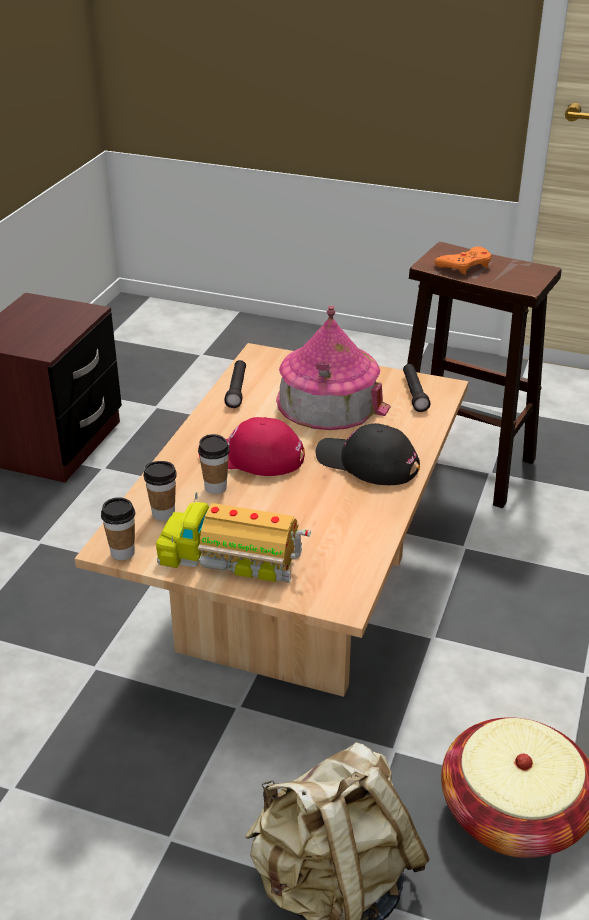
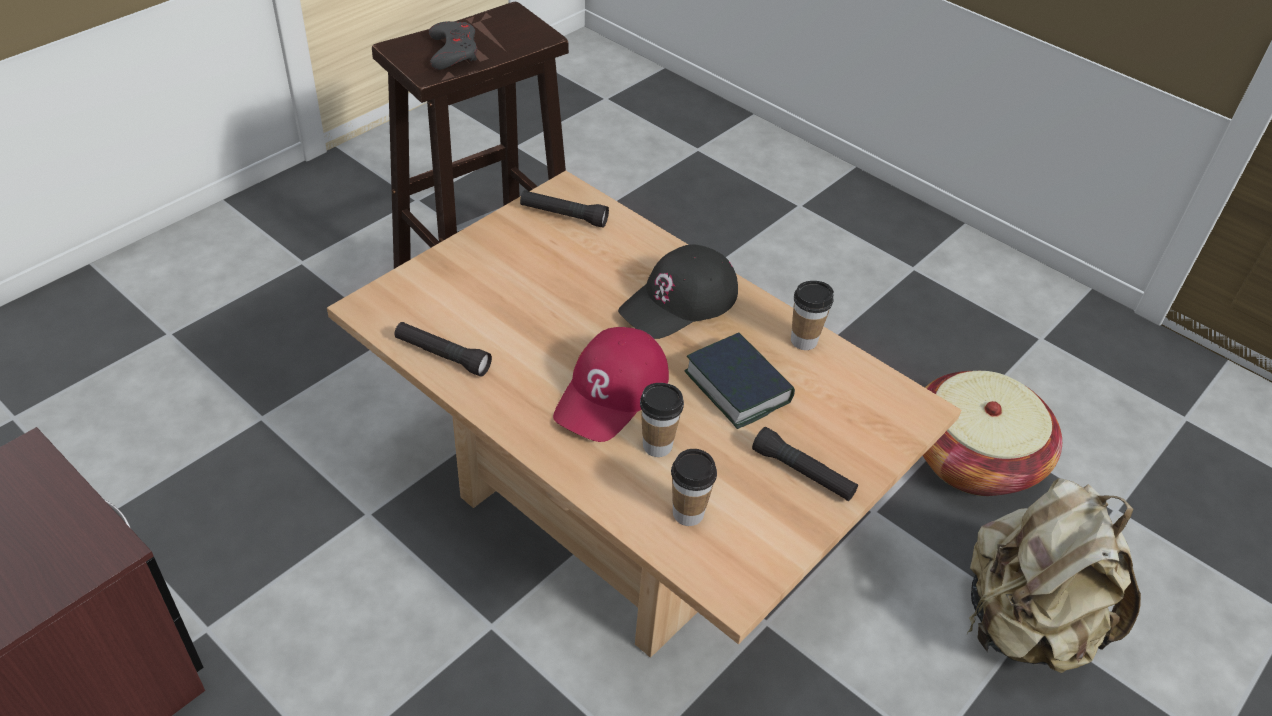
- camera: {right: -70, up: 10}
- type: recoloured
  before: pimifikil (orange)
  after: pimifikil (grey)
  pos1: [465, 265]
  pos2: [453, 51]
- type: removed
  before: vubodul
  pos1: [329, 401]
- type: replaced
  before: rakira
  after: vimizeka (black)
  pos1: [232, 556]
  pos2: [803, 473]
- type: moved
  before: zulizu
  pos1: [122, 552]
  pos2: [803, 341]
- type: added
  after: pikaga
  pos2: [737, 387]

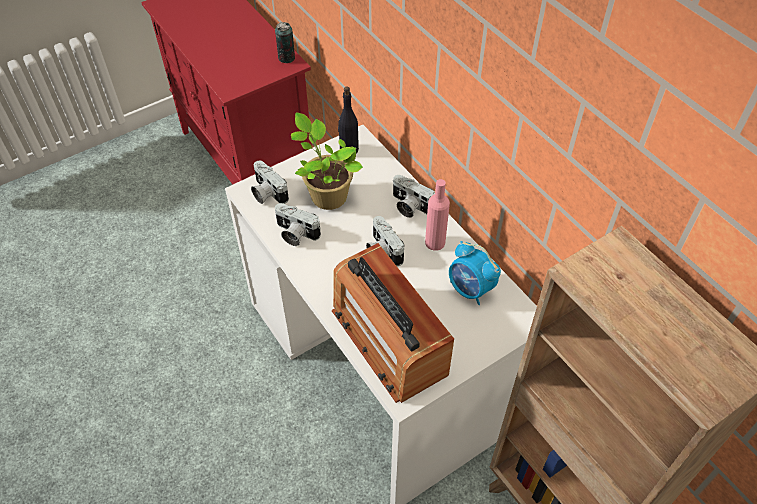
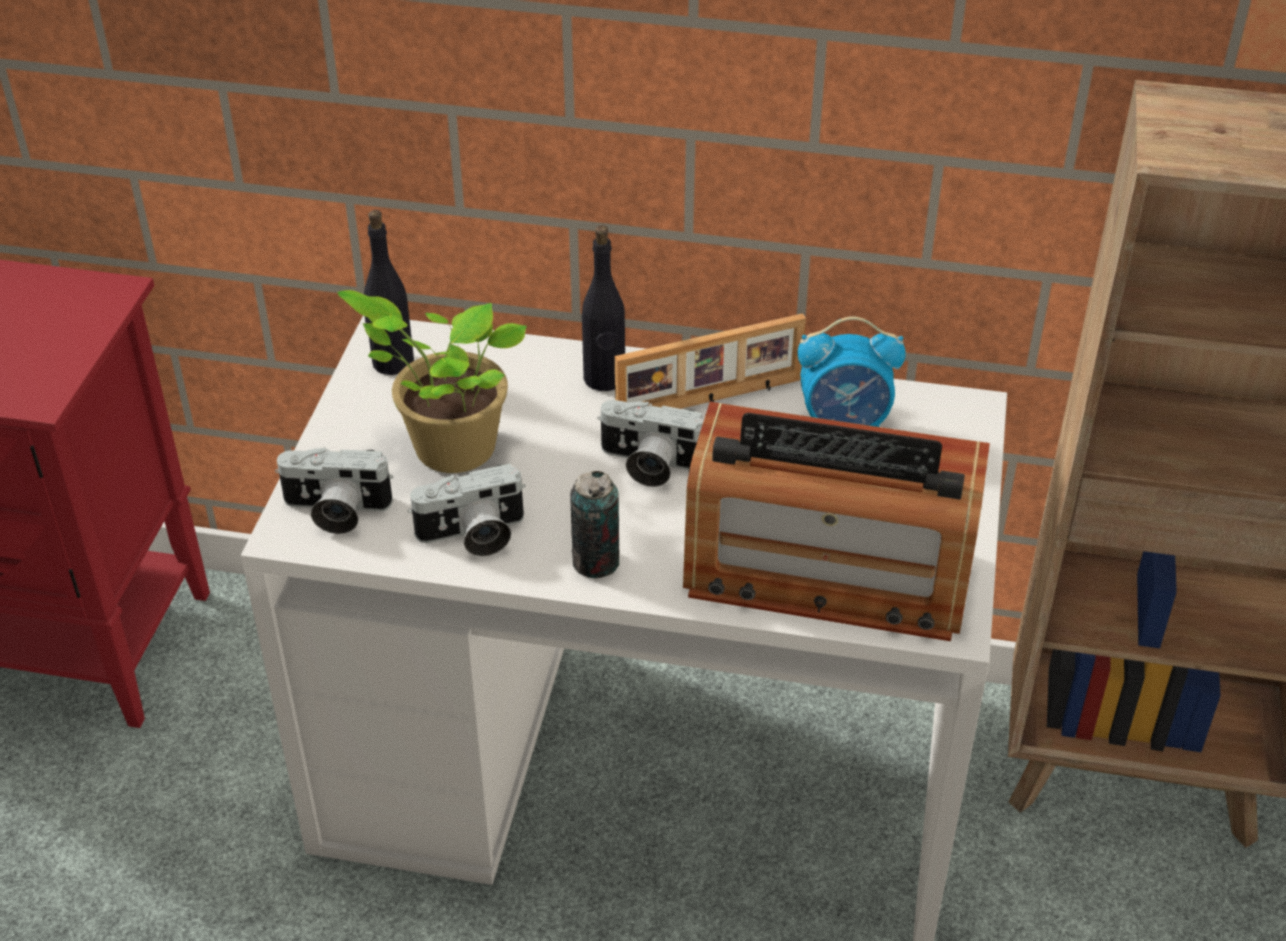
- camera: {right: -45, up: -10}
- type: moved
  before: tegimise
  pos1: [286, 58]
  pos2: [596, 562]
- type: replaced
  before: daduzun
  after: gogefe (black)
  pos1: [409, 206]
  pos2: [604, 379]
- type: replaced
  before: gogefe (pink)
  after: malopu
  pos1: [435, 242]
  pos2: [710, 401]

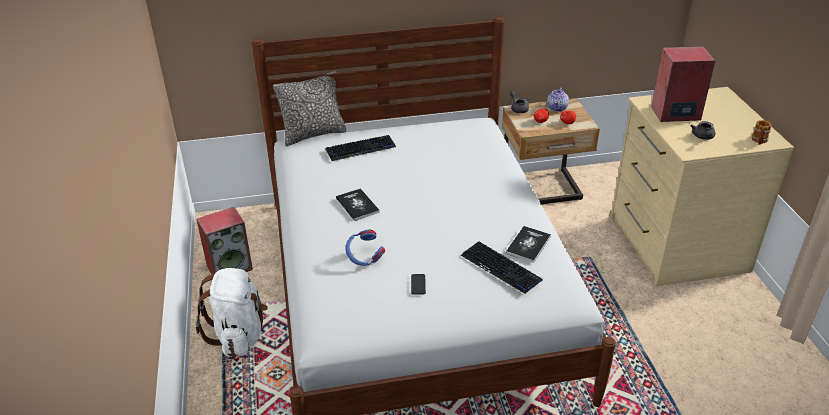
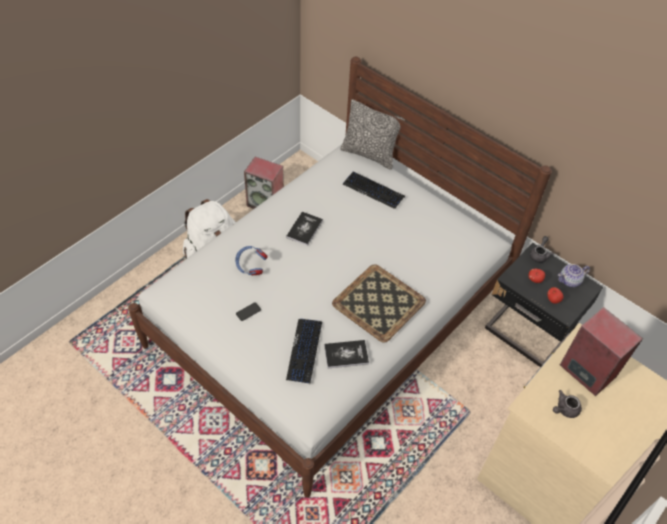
- camera: {right: 50, up: 15}
- type: recoloured
  before: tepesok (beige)
  after: tepesok (black)
  pos1: [542, 190]
  pos2: [526, 334]
- type: removed
  before: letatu
  pos1: [759, 141]
- type: added
  after: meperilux
  pos2: [379, 303]

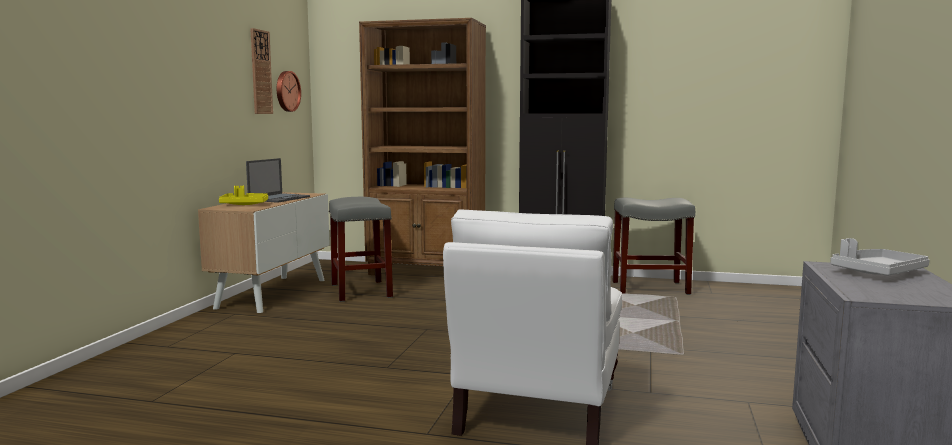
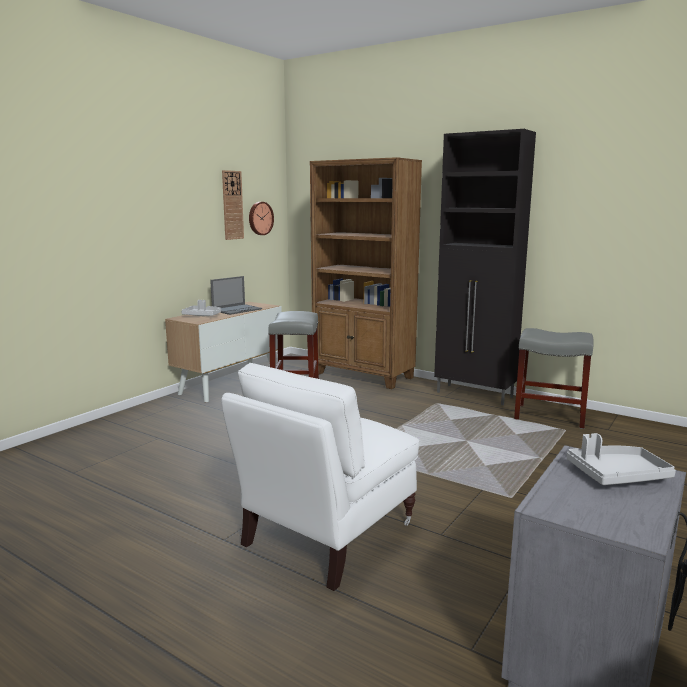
- camera: {right: 20, up: 5}
- type: recoloured
  before: meperilux (yellow)
  after: meperilux (grey)
  pos1: [244, 204]
  pos2: [202, 315]

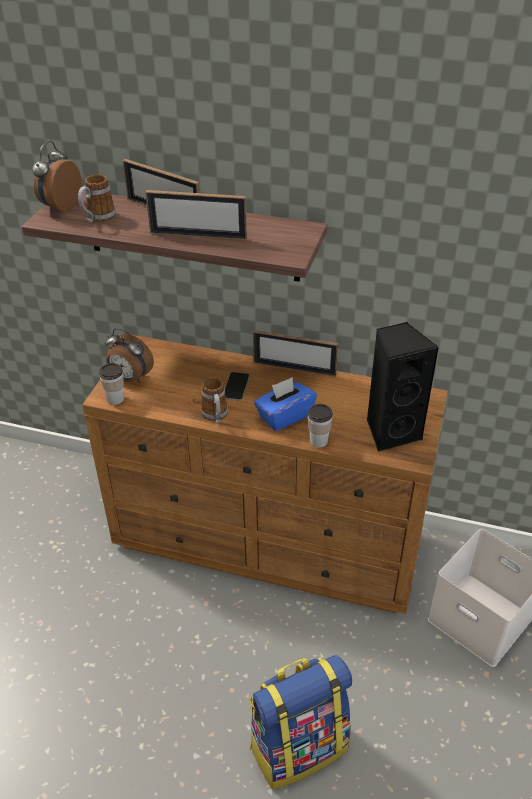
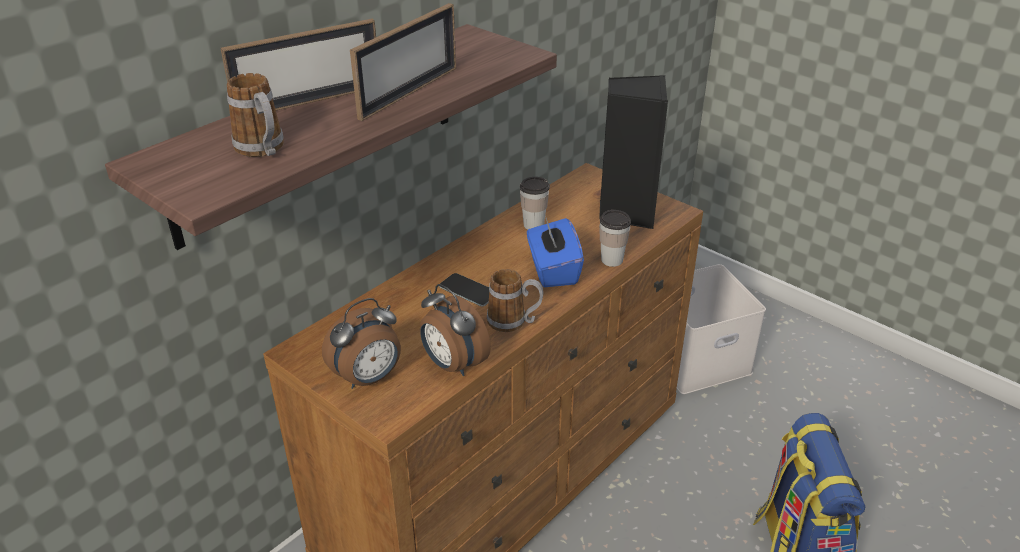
- camera: {right: -65, up: -5}
- type: moved
  before: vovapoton
  pos1: [60, 207]
  pos2: [452, 365]
- type: removed
  before: malopu
  pos1: [294, 368]
- type: moved
  before: zulizu
  pos1: [115, 399]
  pos2: [533, 225]

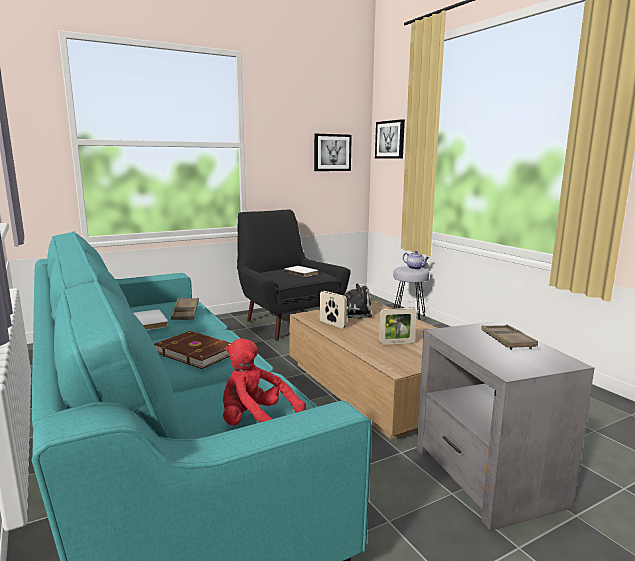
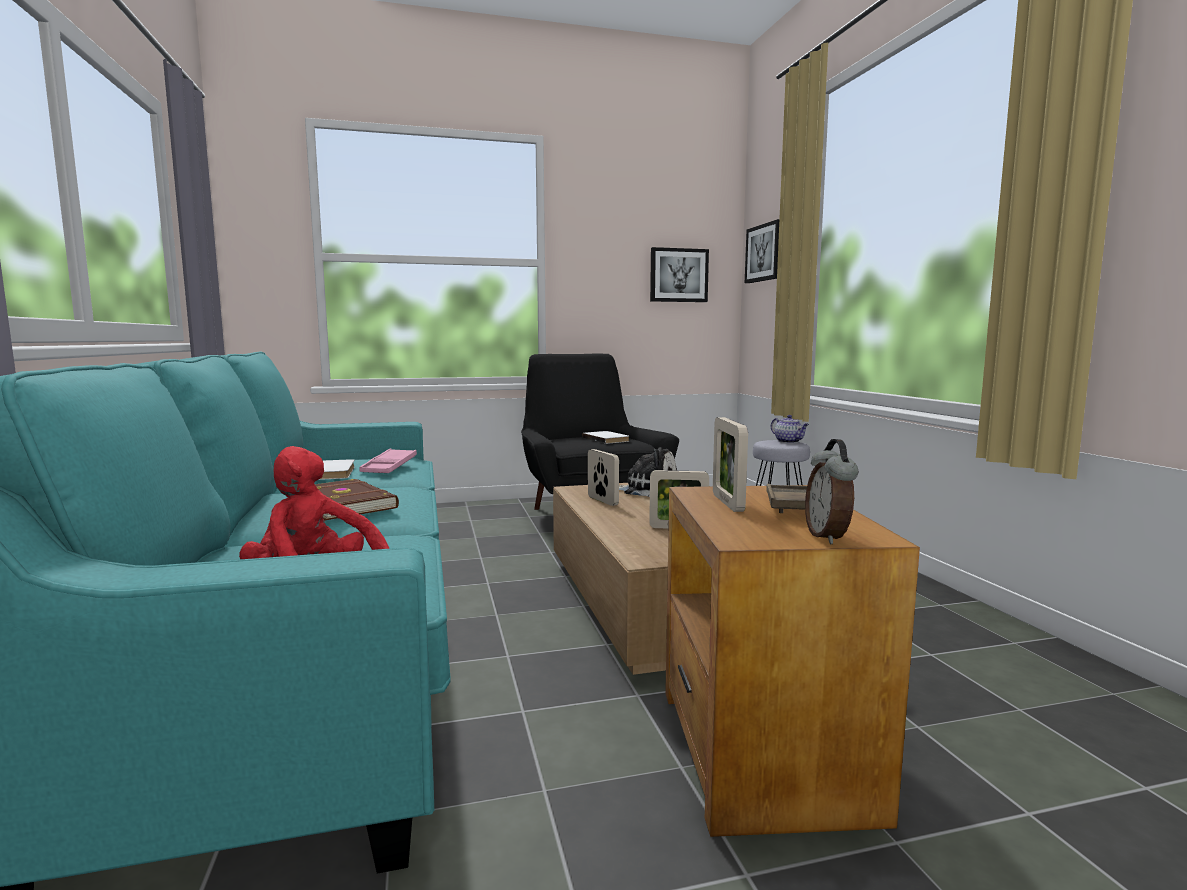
- camera: {right: 15, up: -5}
- type: recoloured
  before: meperilux (brown)
  after: meperilux (pink)
  pos1: [185, 312]
  pos2: [389, 466]
- type: recoloured
  before: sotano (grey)
  after: sotano (brown)
  pos1: [487, 477]
  pos2: [761, 752]
- type: added
  after: malopu
  pos2: [727, 503]
- type: added
  after: vovapoton
  pos2: [828, 537]

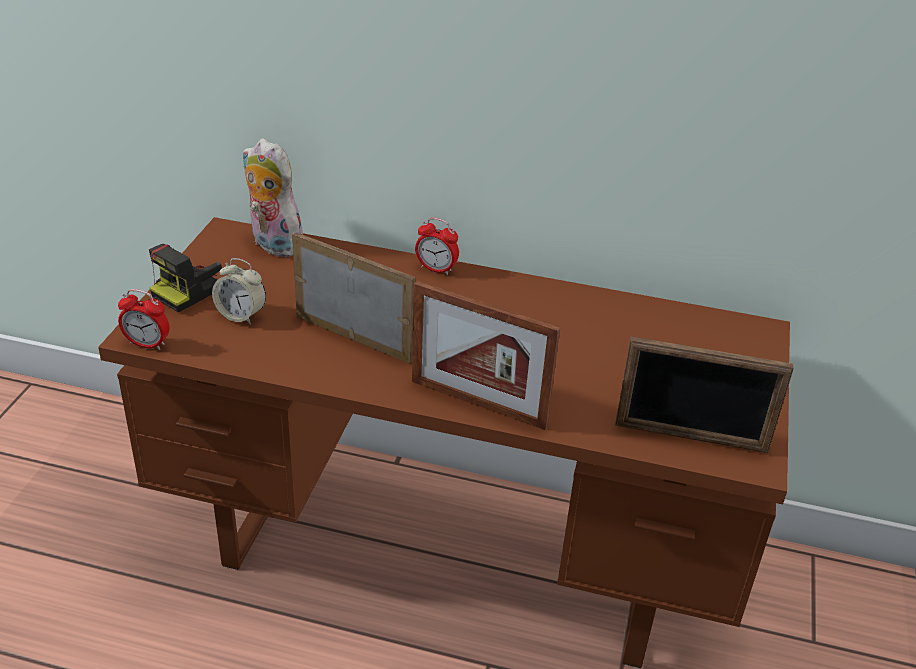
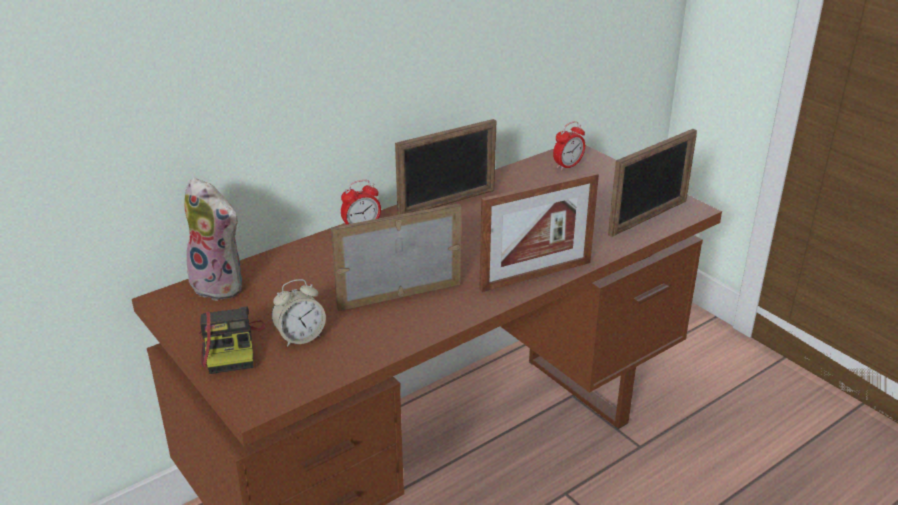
- camera: {right: -50, up: -5}
- type: turned
  before: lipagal
  pos1: [272, 245]
  pos2: [221, 285]
  turn: -135
- type: moved
  before: vovapoton
  pos1: [147, 344]
  pos2: [568, 166]
- type: added
  after: malopu
  pos2: [447, 203]

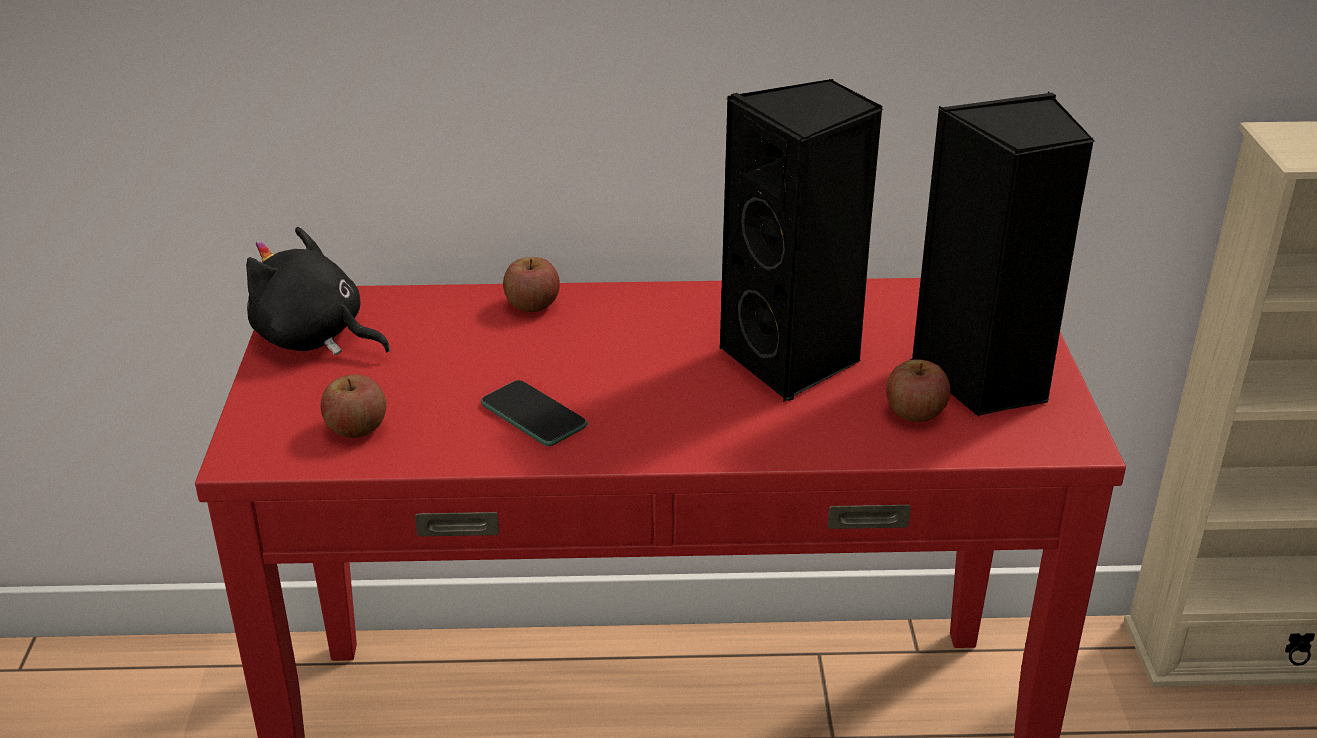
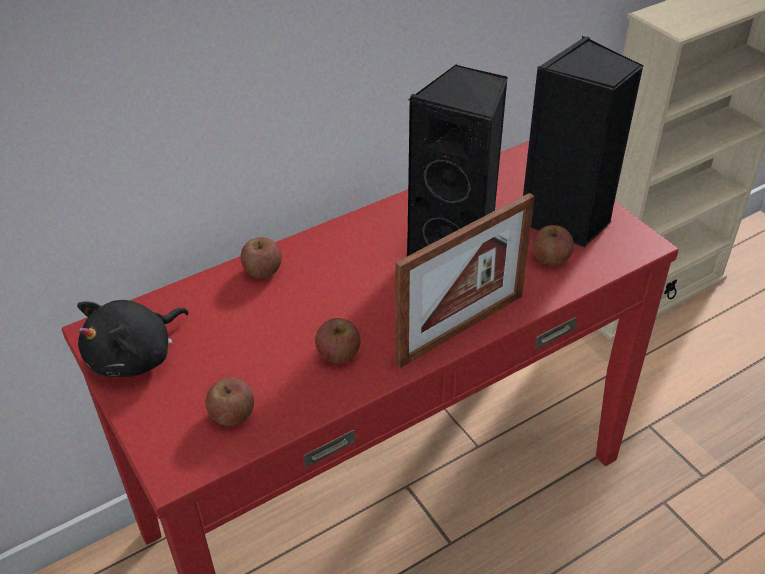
- camera: {right: -30, up: 10}
- type: turned
  before: lipagal (black)
  pos1: [314, 338]
  pos2: [136, 356]
  turn: -45
- type: replaced
  before: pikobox
  after: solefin
  pos1: [533, 415]
  pos2: [338, 354]
- type: added
  after: malopu
  pos2: [461, 329]

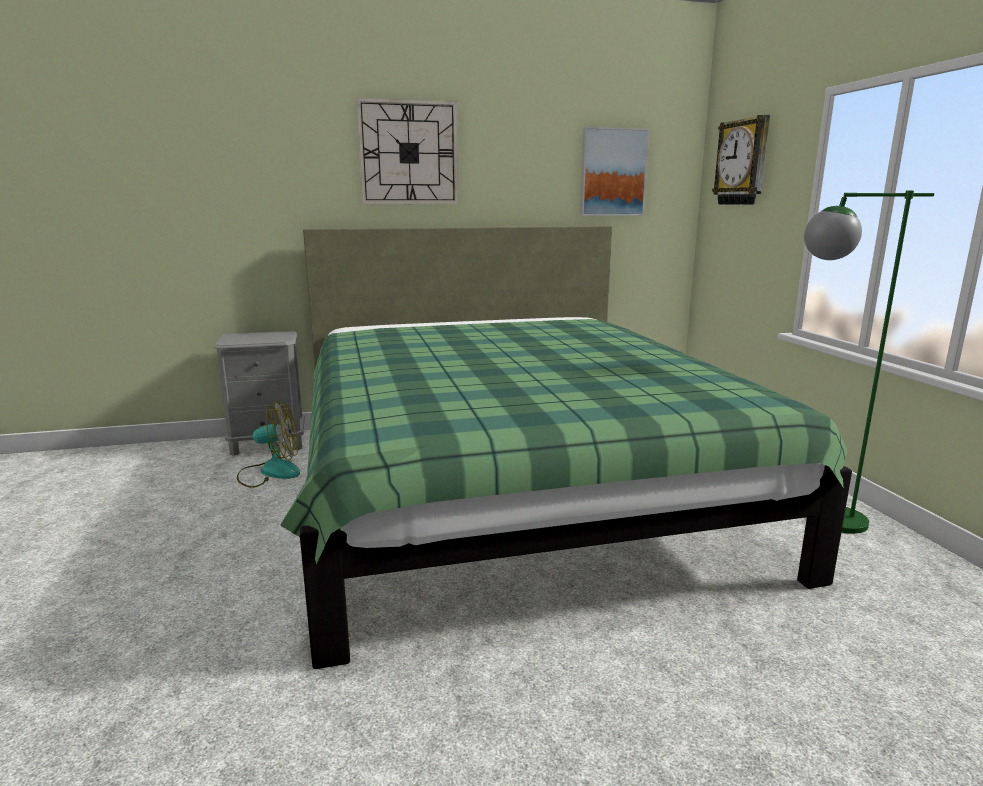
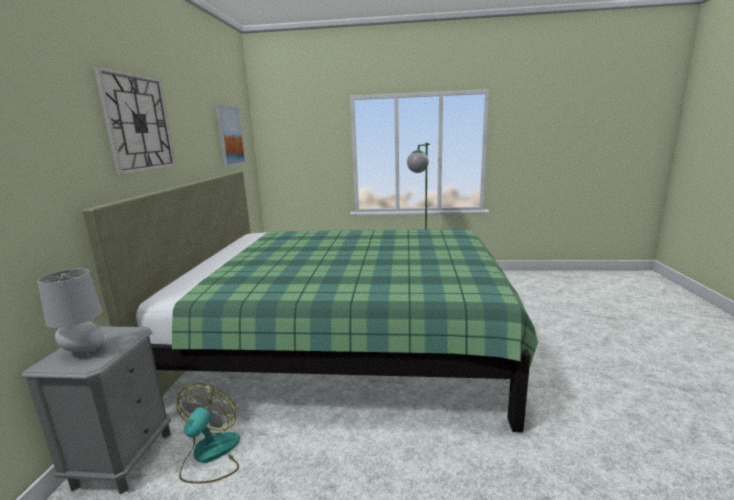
- camera: {right: -70, up: 0}
- type: removed
  before: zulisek
  pos1: [742, 162]
- type: added
  after: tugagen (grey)
  pos2: [85, 353]

